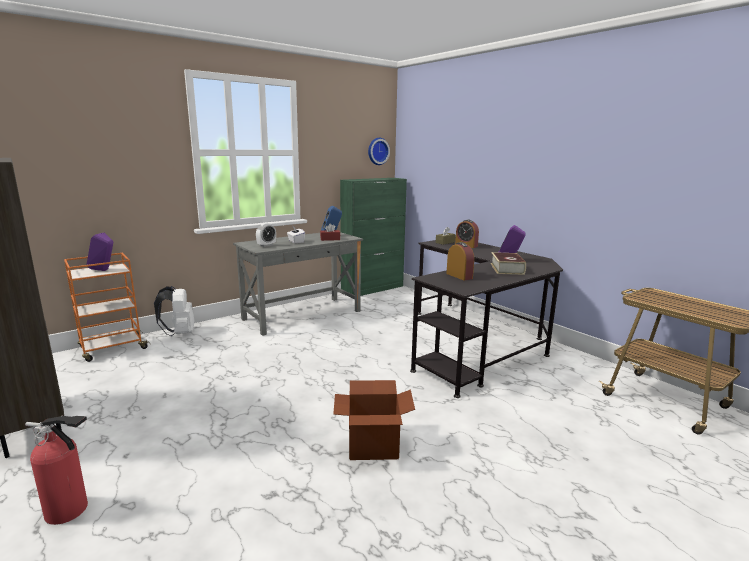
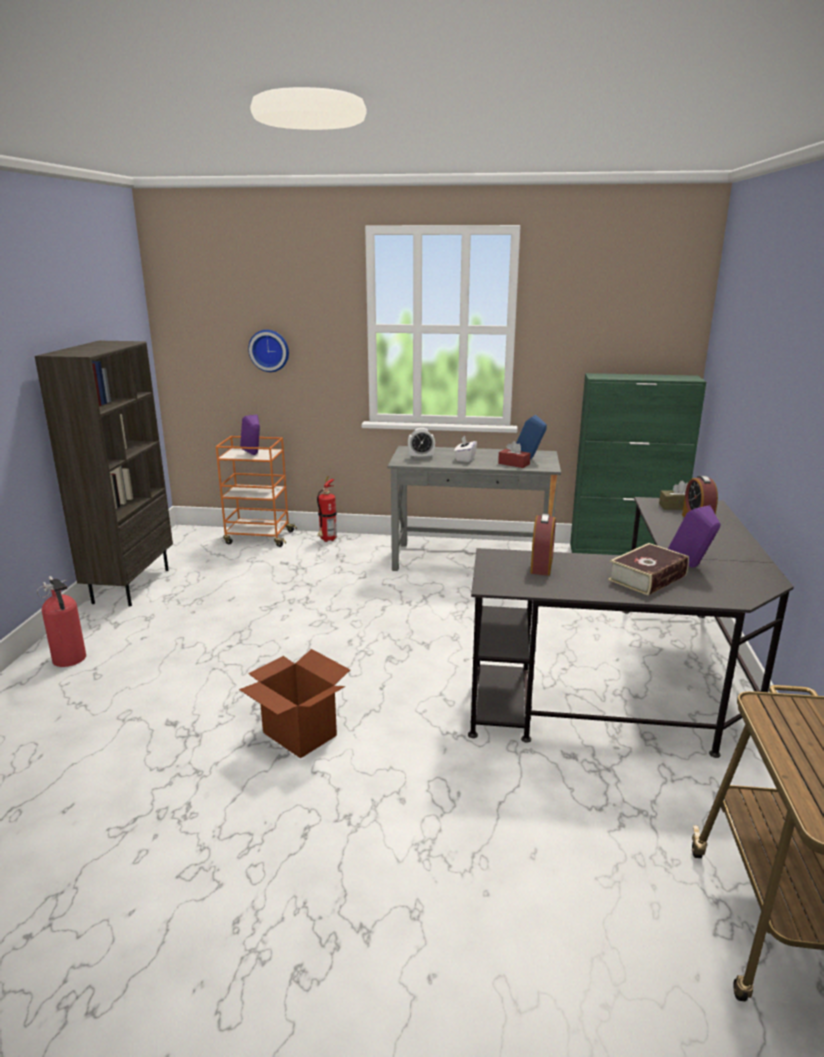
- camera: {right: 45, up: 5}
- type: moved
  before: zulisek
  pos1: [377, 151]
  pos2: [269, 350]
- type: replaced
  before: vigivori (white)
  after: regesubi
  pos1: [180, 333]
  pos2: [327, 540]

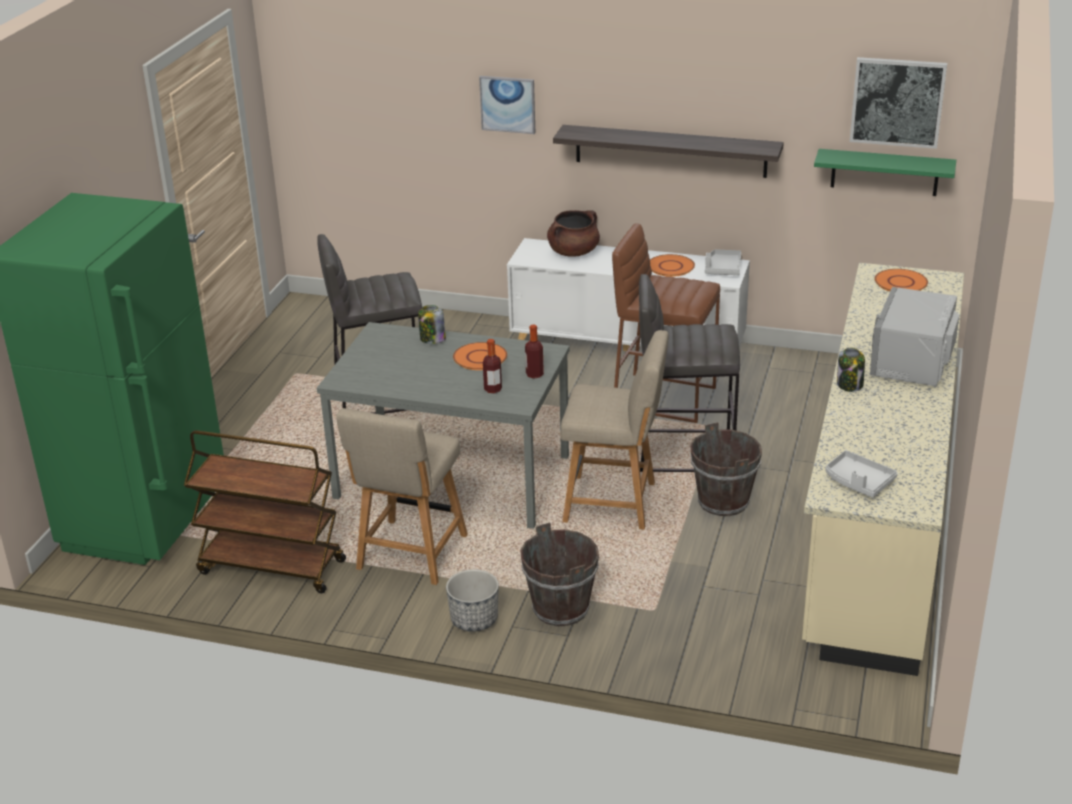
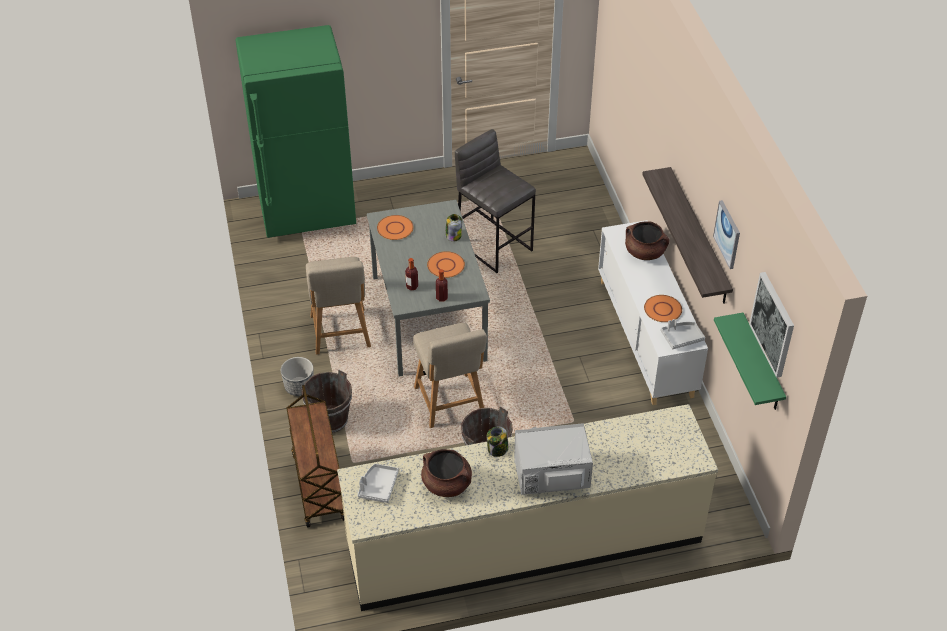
- camera: {right: 60, up: 15}
- type: moved
  before: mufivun
  pos1: [508, 104]
  pos2: [727, 234]
- type: removed
  before: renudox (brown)
  pos1: [664, 397]
- type: moved
  before: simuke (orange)
  pos1: [901, 282]
  pos2: [395, 228]
- type: removed
  before: renudox (grey)
  pos1: [684, 451]
- type: turned
  before: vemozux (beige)
  pos1: [410, 555]
  pos2: [340, 334]
  turn: -90
- type: moved
  before: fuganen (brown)
  pos1: [270, 567]
  pos2: [318, 486]
- type: added
  after: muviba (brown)
  pos2: [447, 484]

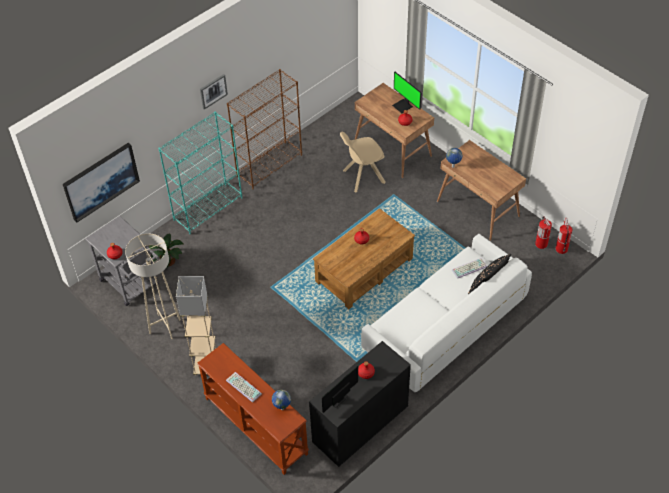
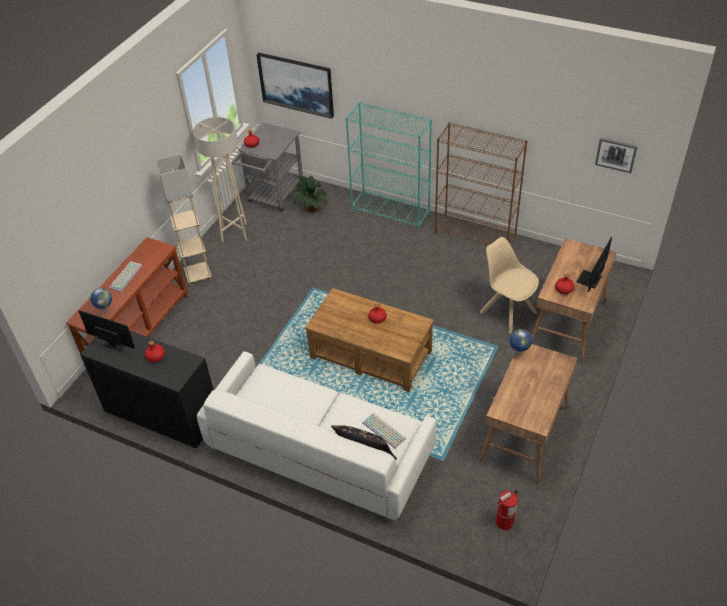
- camera: {right: 70, up: -5}
- type: moved
  before: mufivun
  pos1: [213, 91]
  pos2: [616, 154]
- type: removed
  before: regesubi
  pos1: [561, 249]

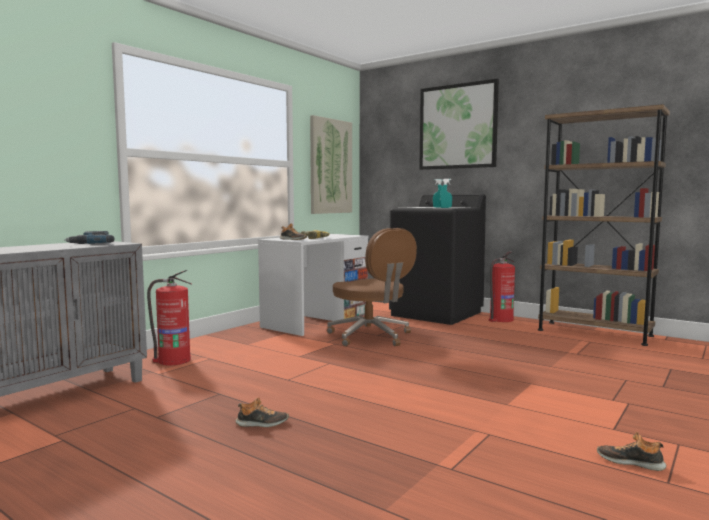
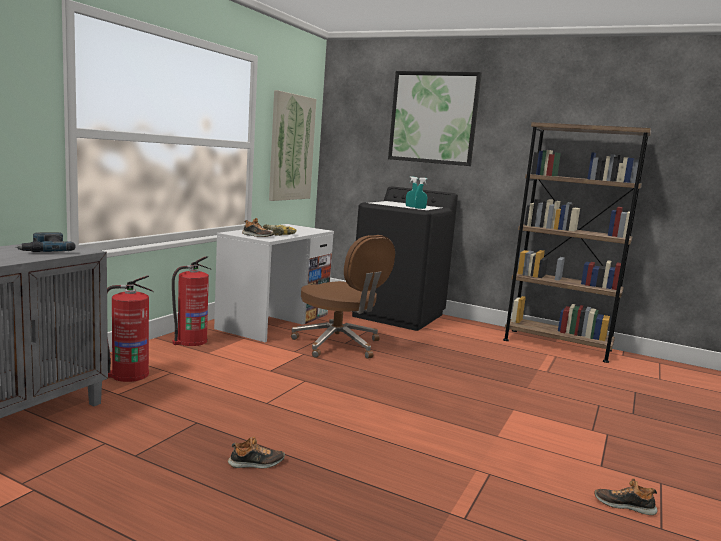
- camera: {right: -10, up: 5}
- type: moved
  before: regesubi
  pos1: [500, 319]
  pos2: [191, 341]

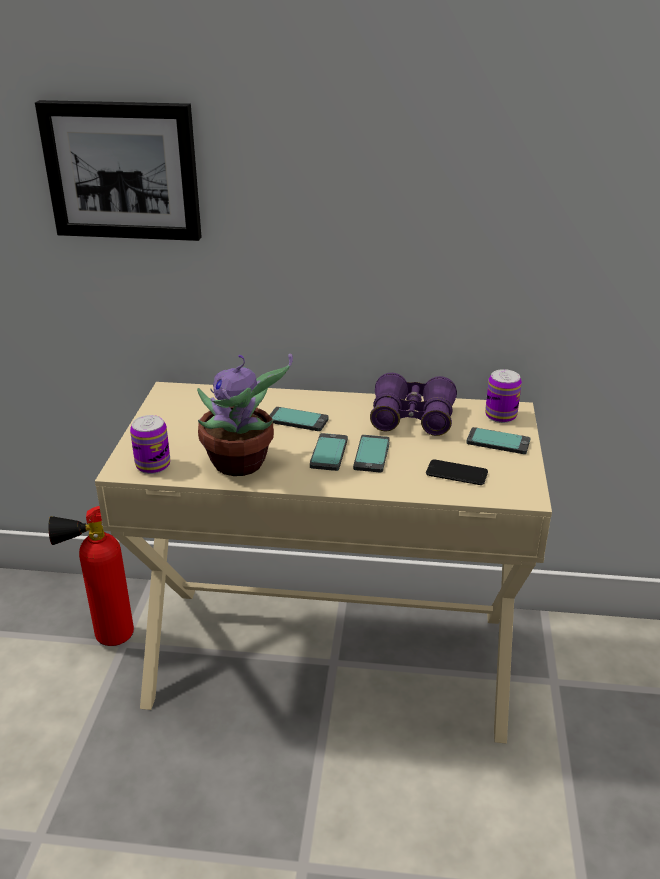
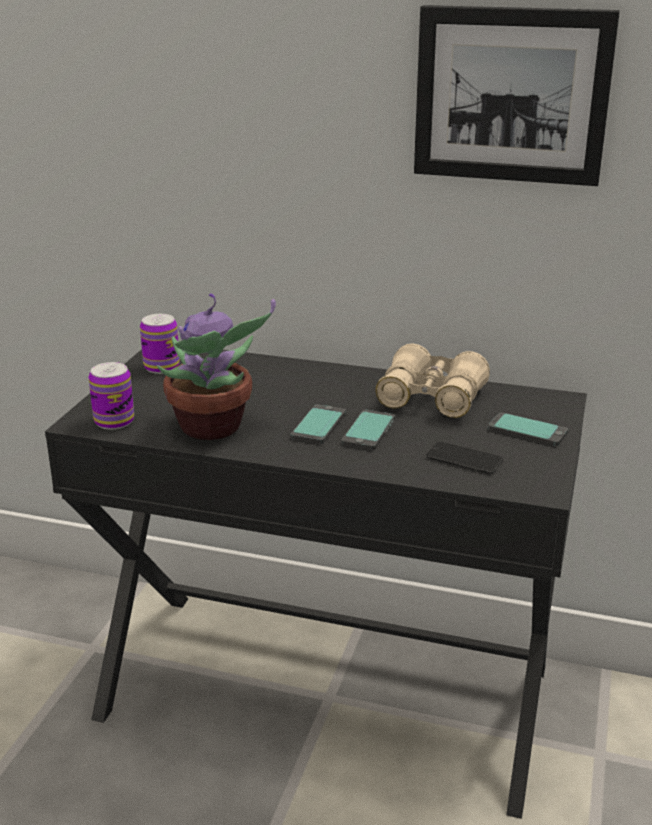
- camera: {right: 10, up: -5}
- type: moved
  before: mufivun
  pos1: [122, 170]
  pos2: [512, 95]
- type: moved
  before: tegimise
  pos1: [500, 416]
  pos2: [161, 367]
- type: recoloured
  before: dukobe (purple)
  after: dukobe (beige)
  pos1: [412, 418]
  pos2: [431, 398]
- type: recoloured
  before: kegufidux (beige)
  after: kegufidux (black)
  pos1: [330, 656]
  pos2: [327, 690]
- type: removed
  before: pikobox
  pos1: [298, 420]
- type: removed
  before: regesubi
  pos1: [105, 637]

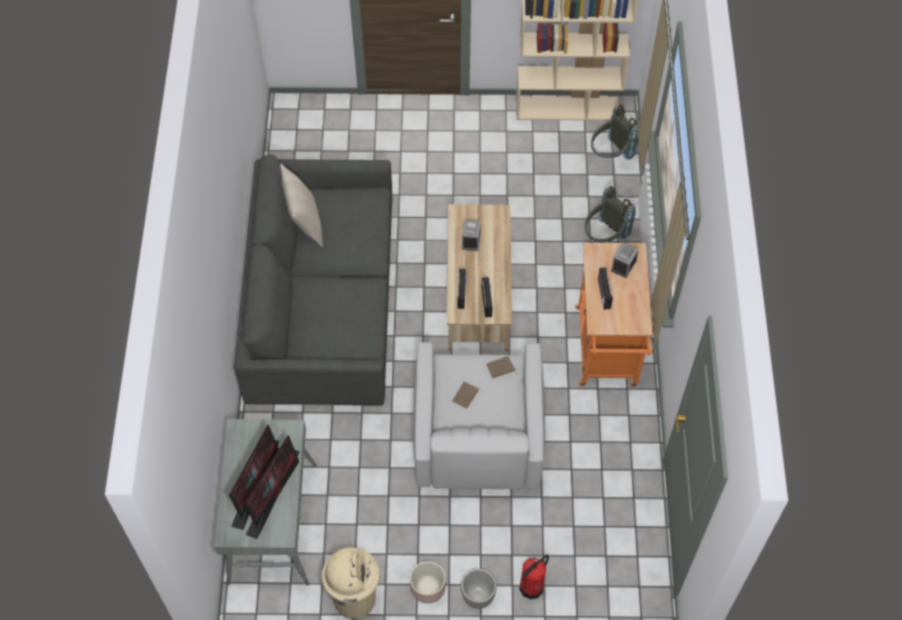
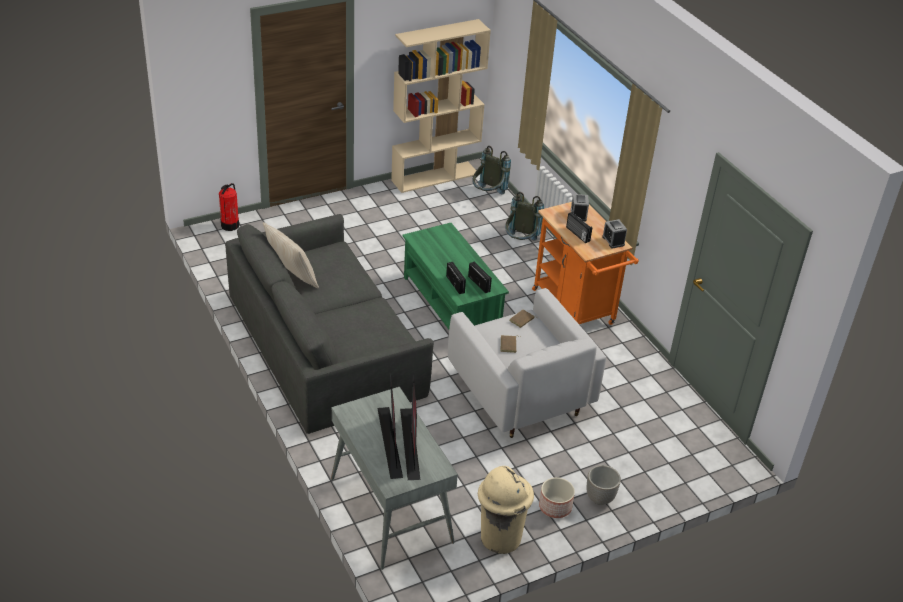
- camera: {right: -30, up: -20}
- type: recoloured
  before: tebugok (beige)
  after: tebugok (green)
  pos1: [477, 294]
  pos2: [450, 304]
- type: moved
  before: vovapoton
  pos1: [471, 240]
  pos2: [613, 241]
- type: moved
  before: regesubi
  pos1: [532, 587]
  pos2: [230, 225]

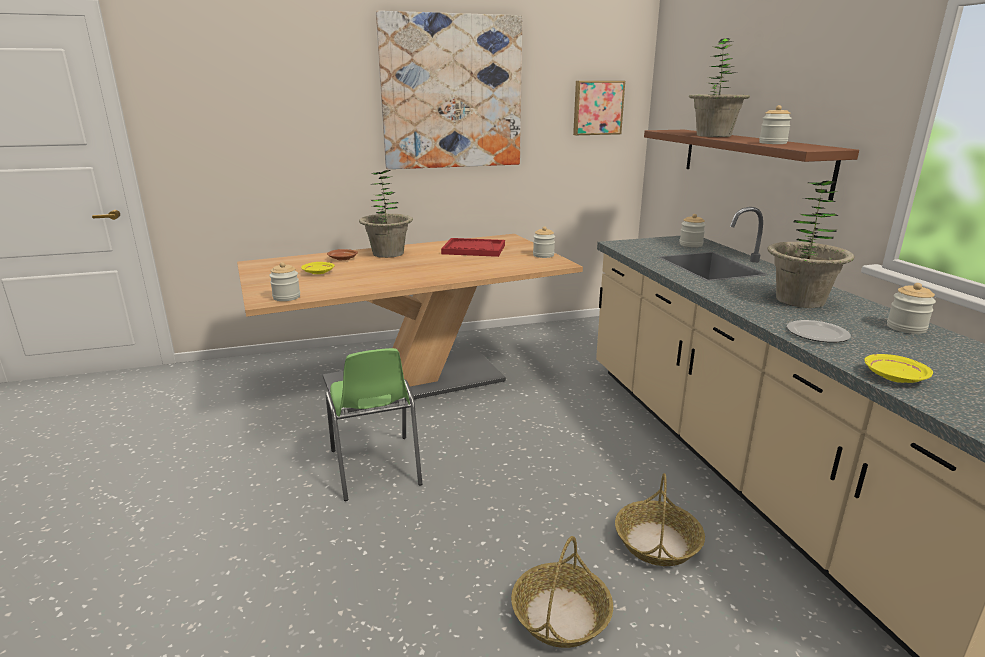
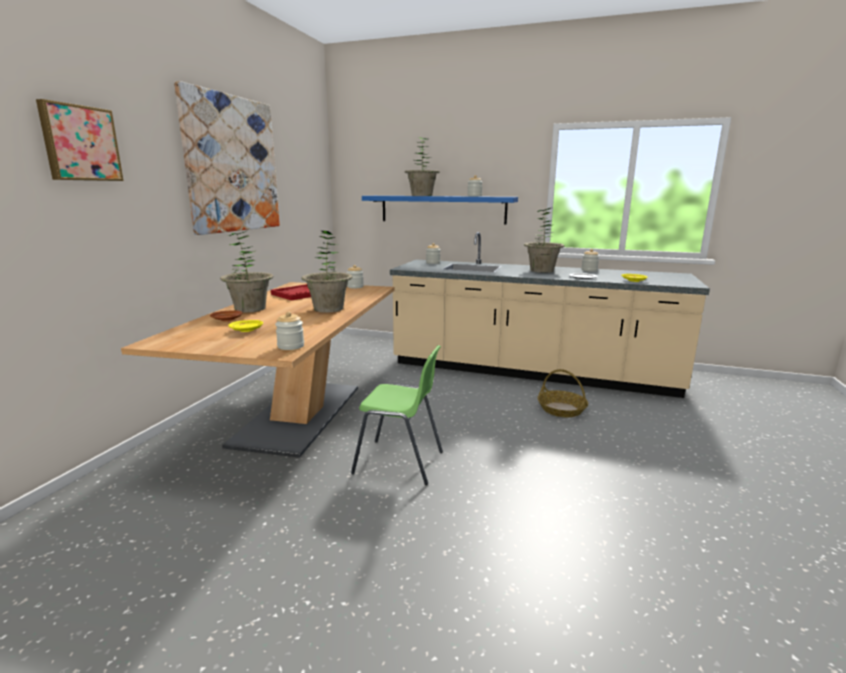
- camera: {right: -55, up: -5}
- type: moved
  before: mufivun
  pos1: [597, 108]
  pos2: [80, 143]
- type: recoloured
  before: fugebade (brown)
  after: fugebade (blue)
  pos1: [752, 160]
  pos2: [442, 209]
- type: removed
  before: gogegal
  pos1: [561, 616]
- type: added
  after: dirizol
  pos2: [328, 309]

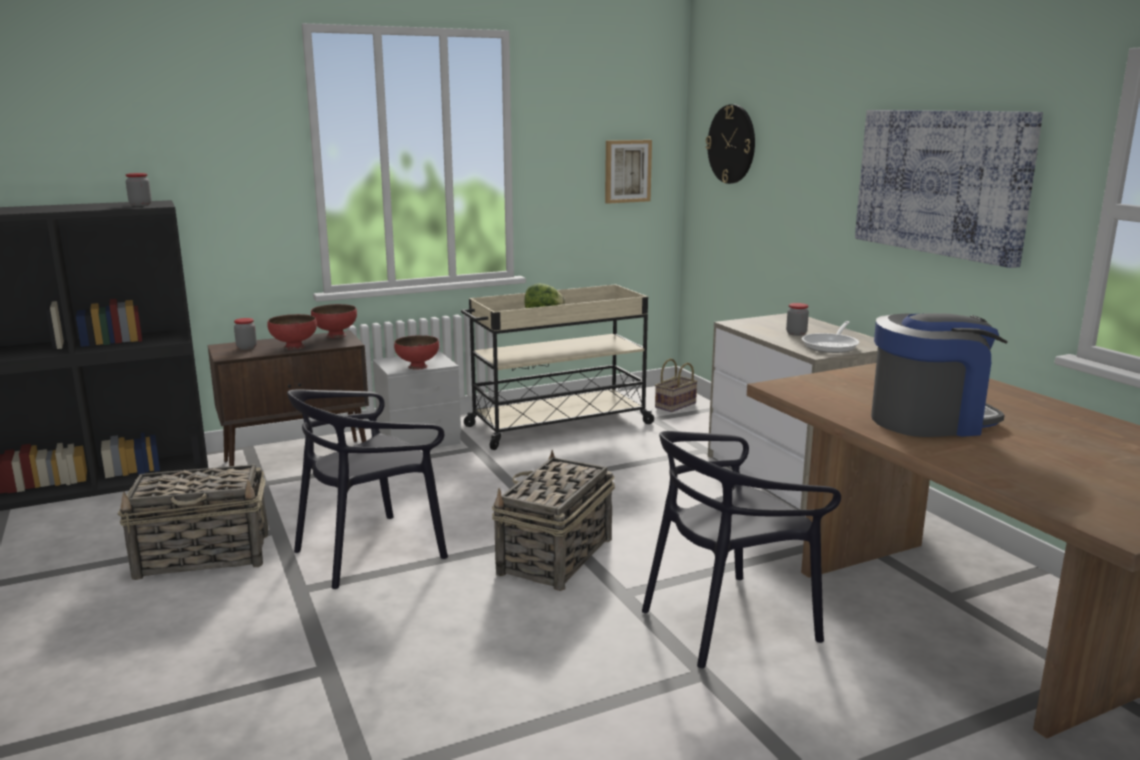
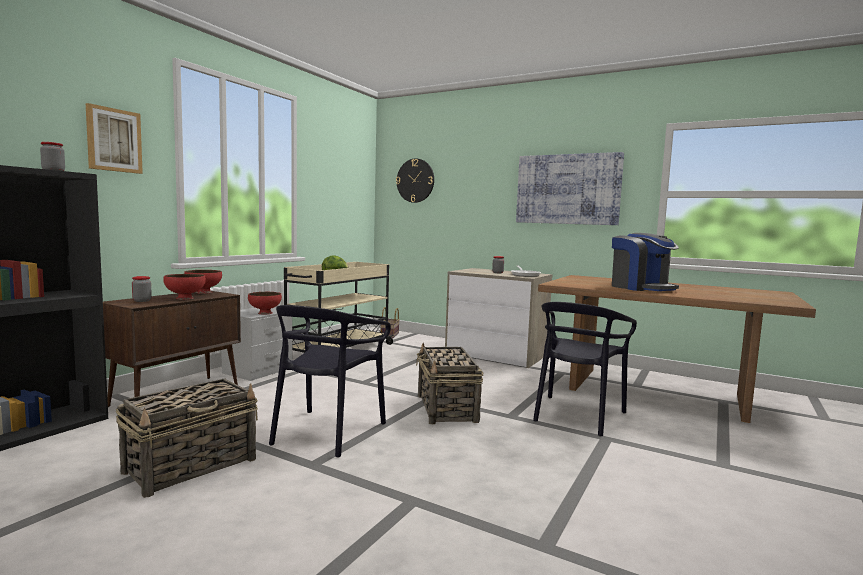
- camera: {right: -35, up: -10}
- type: moved
  before: mufivun
  pos1: [627, 171]
  pos2: [114, 140]
- type: turned
  before: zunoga
  pos1: [929, 420]
  pos2: [641, 288]
  turn: 105

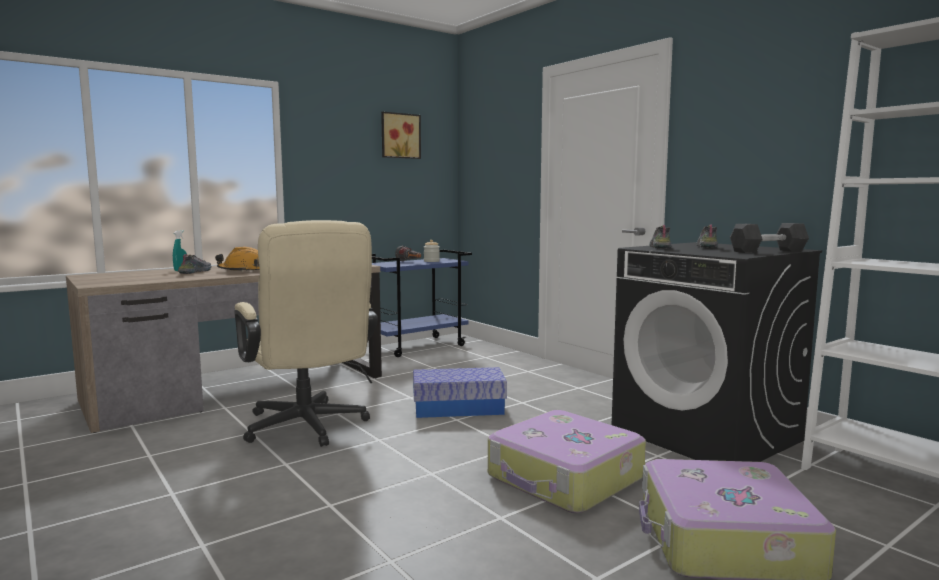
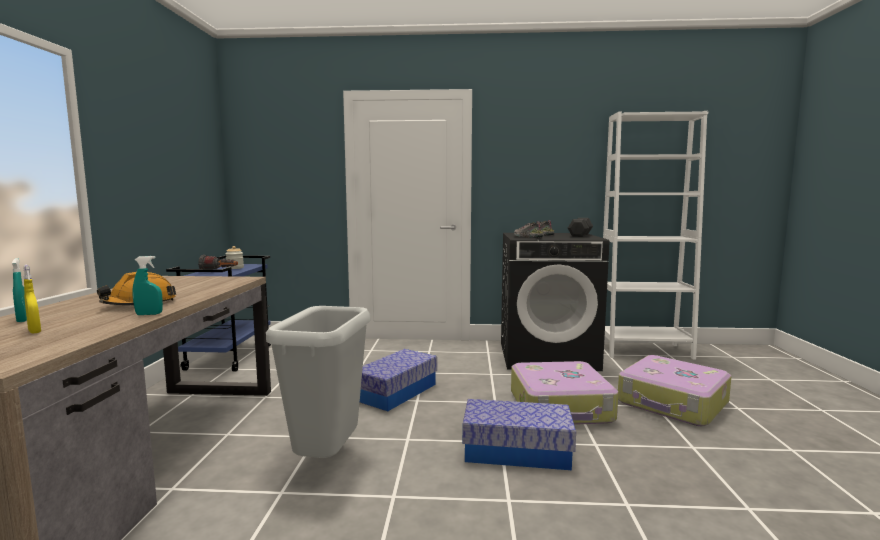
- camera: {right: -50, up: 0}
- type: removed
  before: mufivun
  pos1: [400, 136]
- type: replaced
  before: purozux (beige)
  after: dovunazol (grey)
  pos1: [308, 429]
  pos2: [328, 460]
- type: removed
  before: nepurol
  pos1: [195, 272]
- type: added
  after: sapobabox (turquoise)
  pos2: [149, 314]
- type: added
  after: sapobabox (yellow)
  pos2: [34, 331]
- type: added
  after: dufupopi
  pos2: [517, 451]

